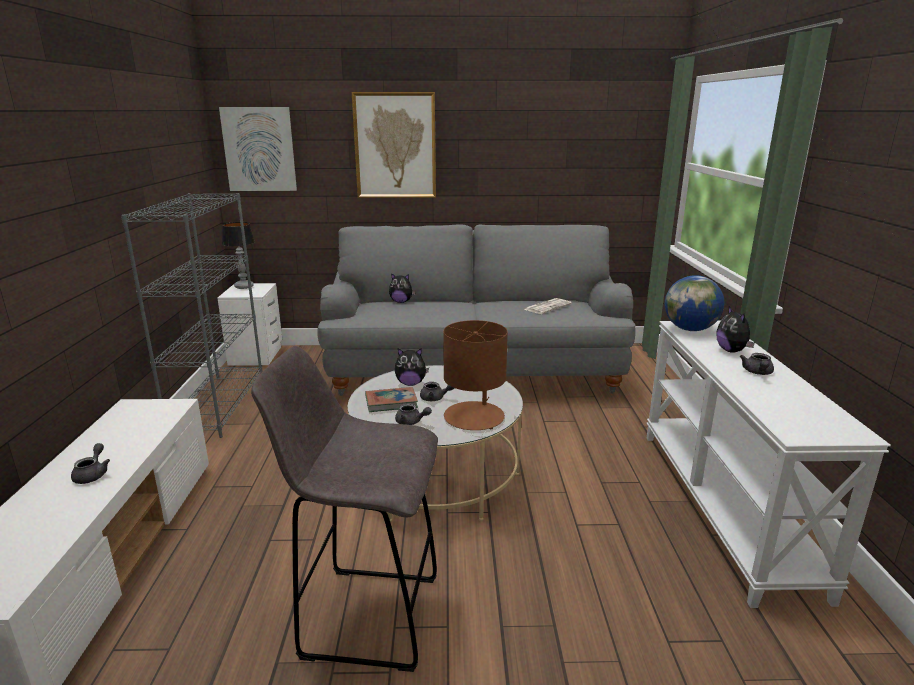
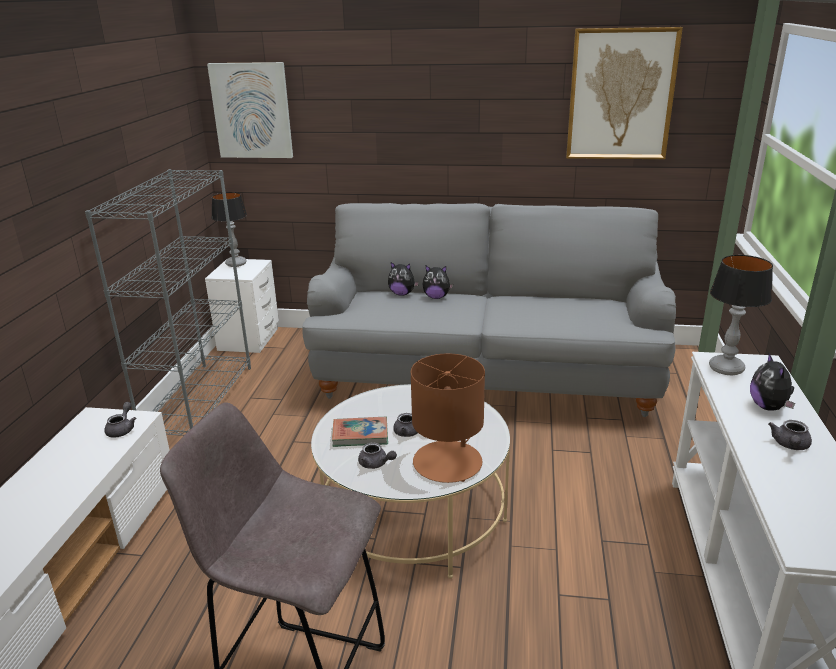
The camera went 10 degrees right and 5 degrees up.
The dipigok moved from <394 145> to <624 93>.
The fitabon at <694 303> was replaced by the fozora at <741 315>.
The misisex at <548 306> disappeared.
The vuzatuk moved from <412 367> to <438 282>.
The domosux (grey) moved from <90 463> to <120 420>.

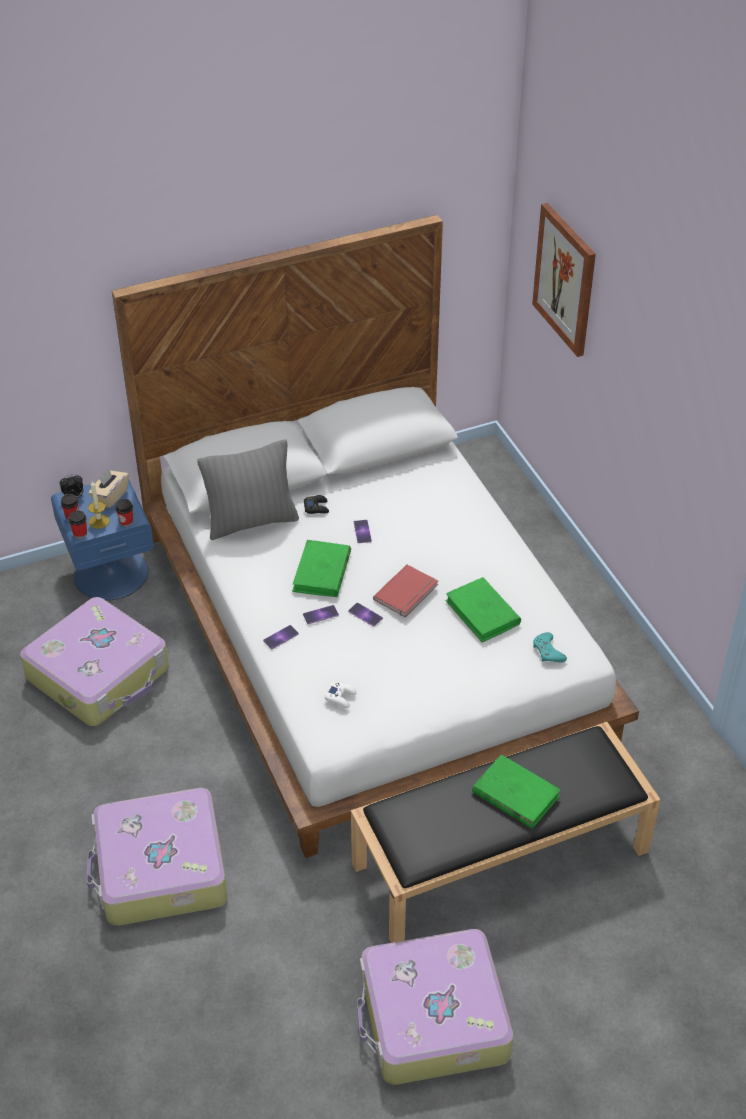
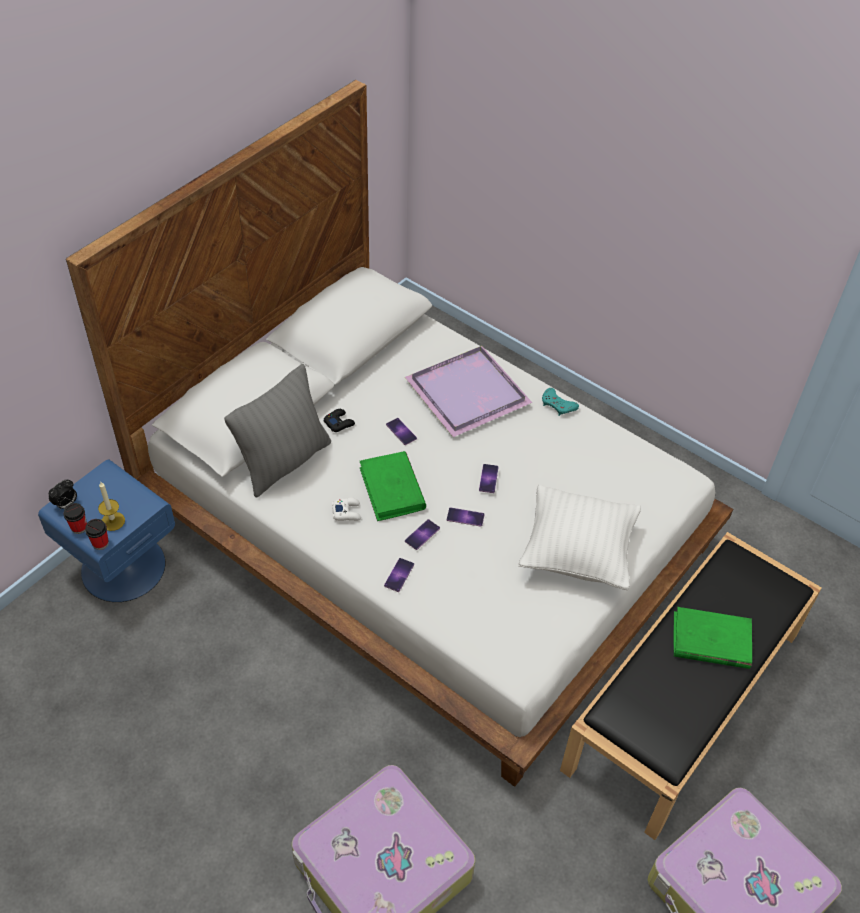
The camera went 30 degrees left and 5 degrees up.
The dipigok at <564 280> disappeared.
The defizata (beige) at <109 488> disappeared.
The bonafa at <124 513> disappeared.
The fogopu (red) at <405 591> was replaced by the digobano at <489 478>.
The fogopu (green) at <483 609> disappeared.
The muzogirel at <94 661> disappeared.
The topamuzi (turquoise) moved from <550 647> to <560 402>.
The topamuzi (white) moved from <340 695> to <346 509>.
The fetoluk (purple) at <468 391> appeared.
The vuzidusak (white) at <579 537> appeared.

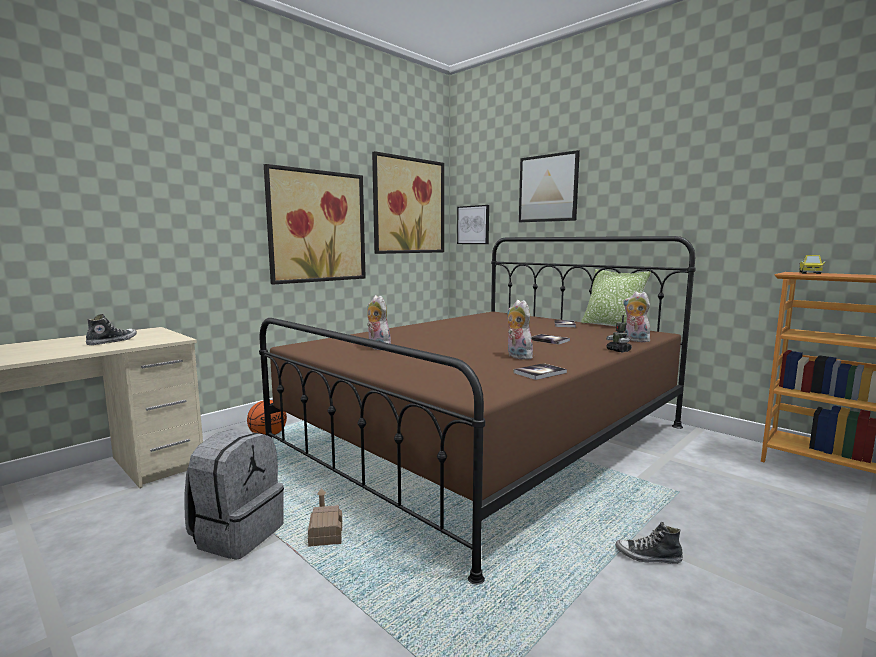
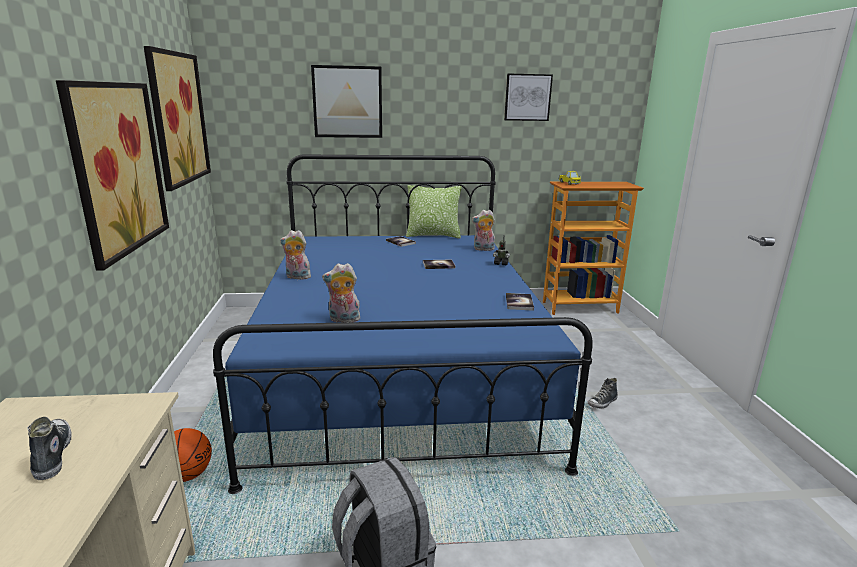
The camera went 50 degrees left and 10 degrees up.
The dipigok moved from <473 224> to <528 97>.
The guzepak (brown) at <477 410> became the guzepak (blue) at <403 324>.
The vuzatuk moved from <520 330> to <295 255>.
The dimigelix at <325 517> disappeared.

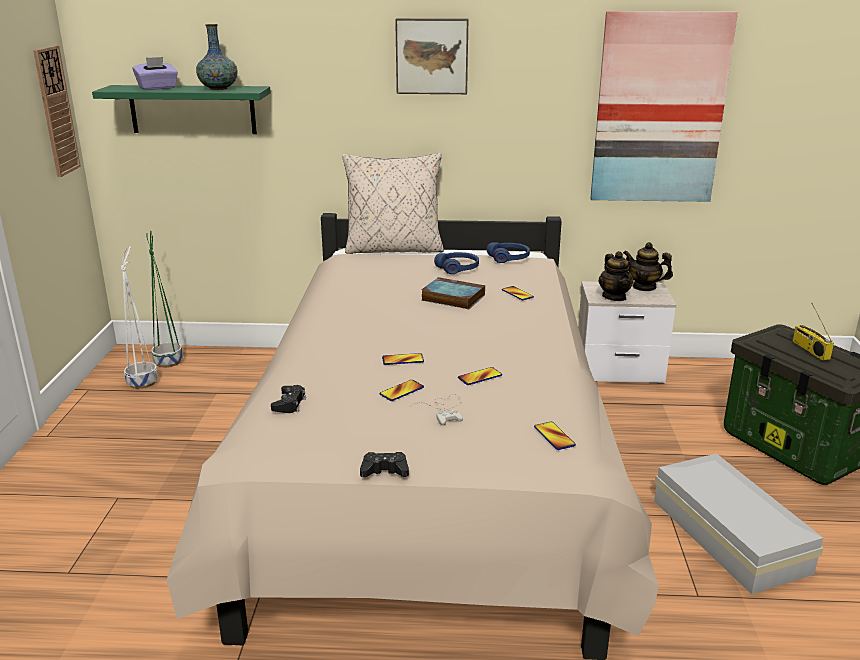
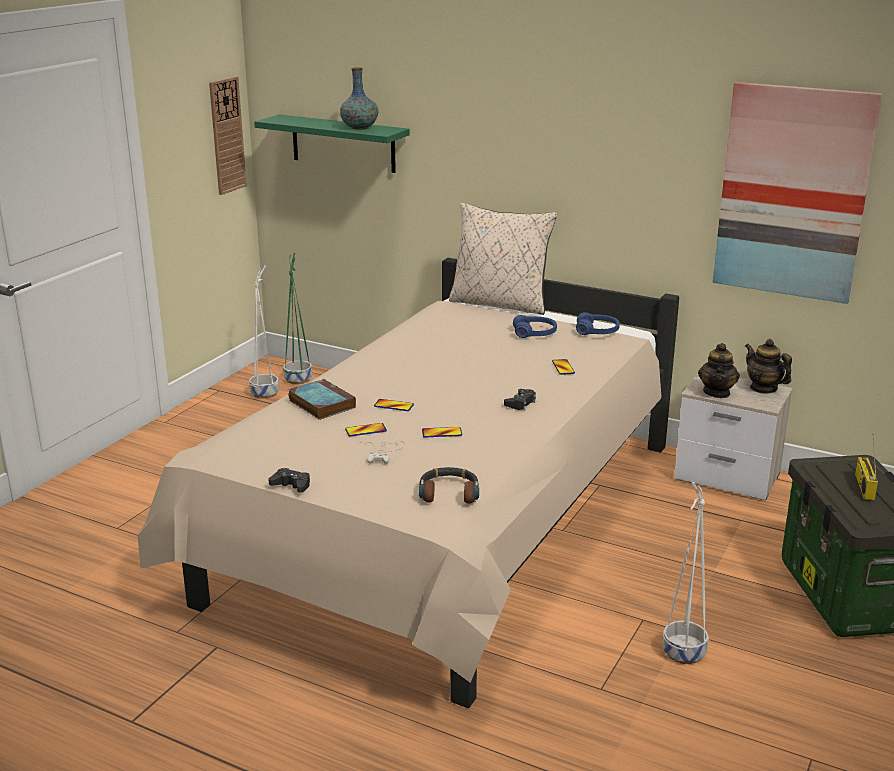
The camera went 25 degrees right and 0 degrees up.
The dipigok at <431 56> disappeared.
The defizata (purple) at <155 73> disappeared.
The fogopu moved from <453 293> to <322 399>.
The topamuzi (black) moved from <288 399> to <520 399>.
The digobano at <555 436> was replaced by the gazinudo at <449 485>.
The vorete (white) at <739 523> was replaced by the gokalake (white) at <685 573>.

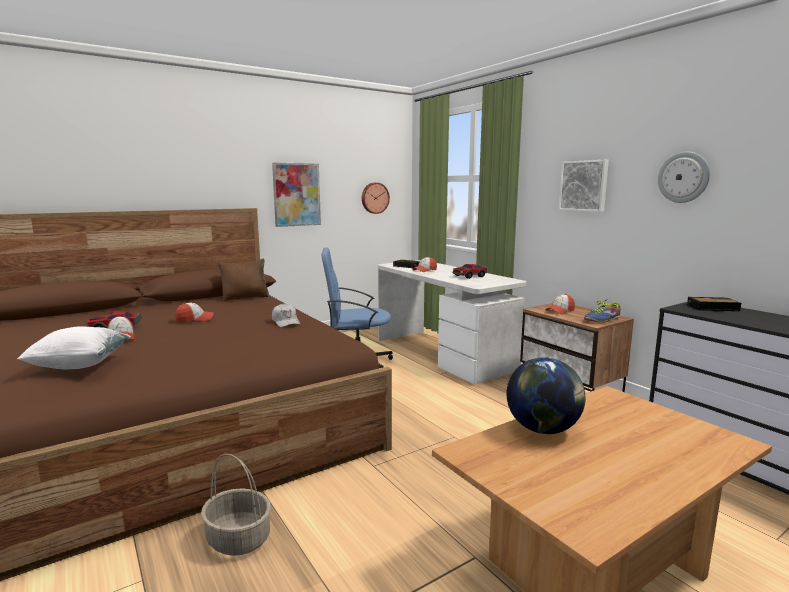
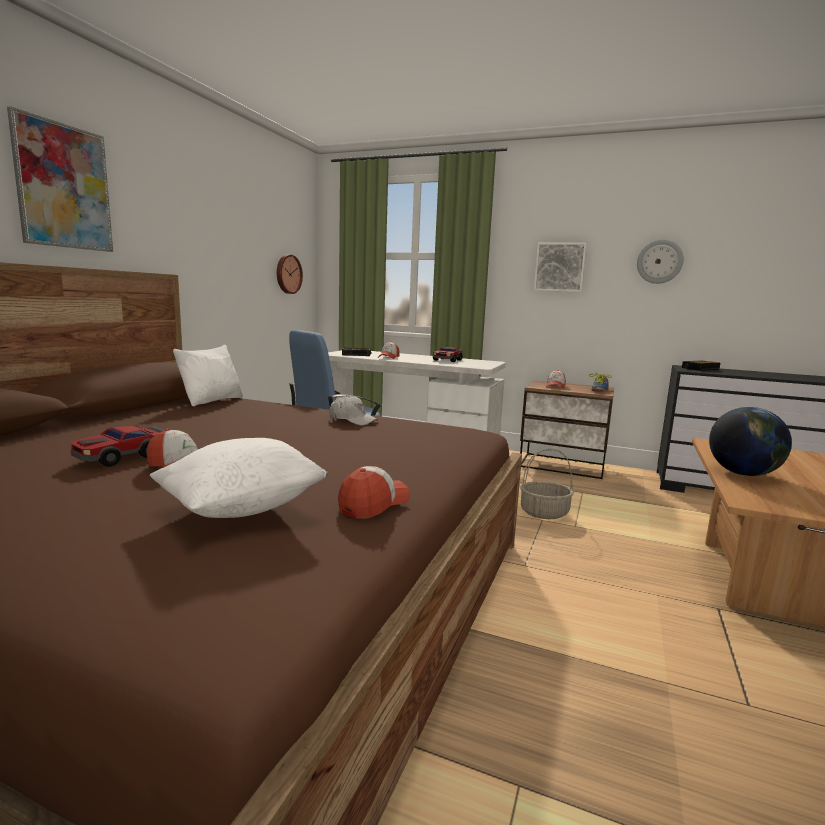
The camera went 35 degrees left and 0 degrees up.
The dipigok moved from <296 194> to <60 179>.
The vuzidusak (brown) at <243 280> became the vuzidusak (white) at <208 375>.
The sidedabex moved from <194 313> to <374 492>.
The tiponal moved from <236 505> to <547 483>.

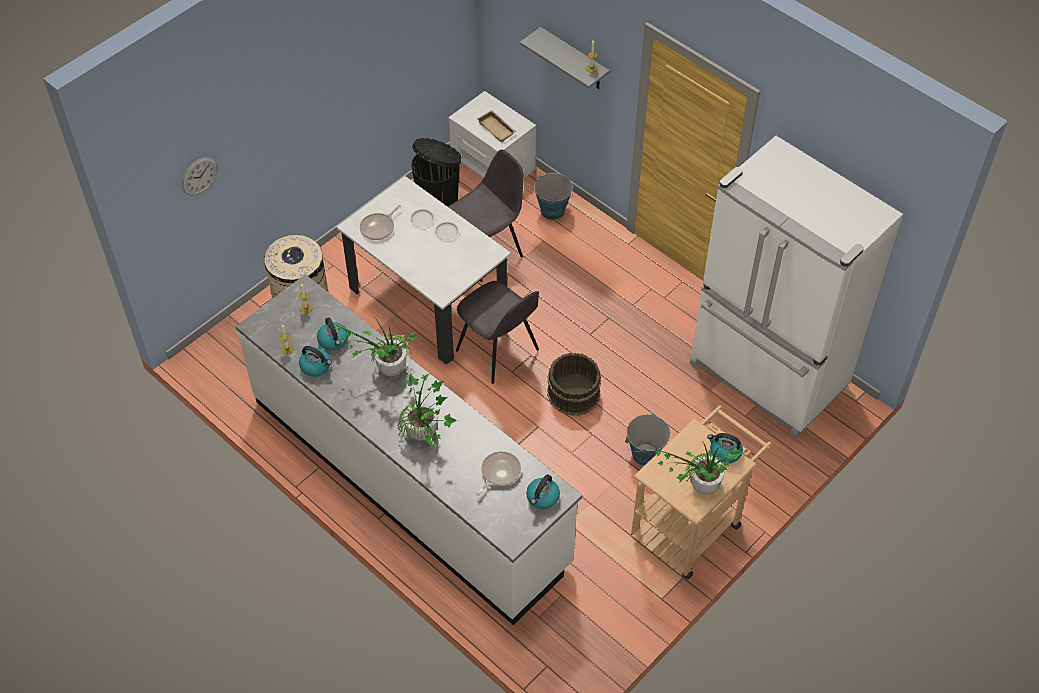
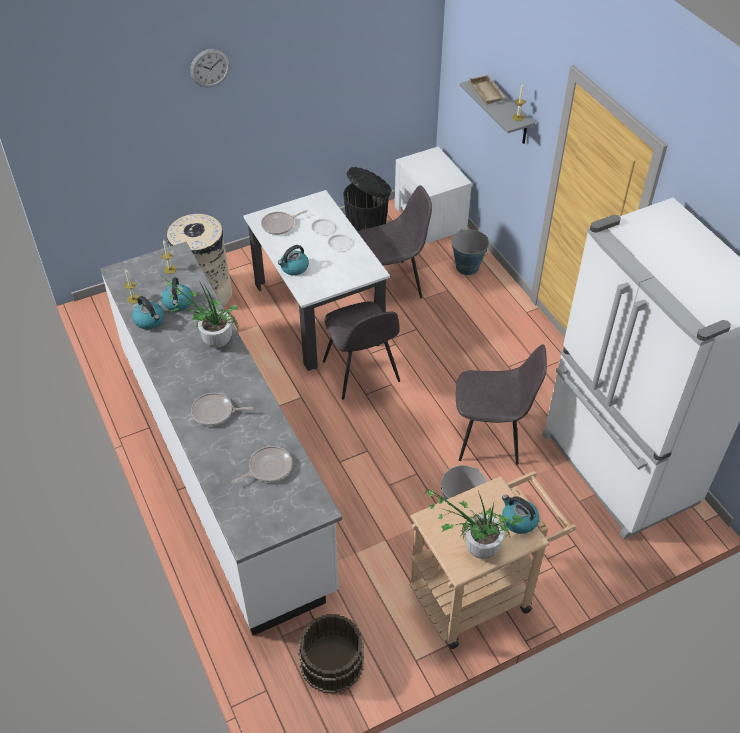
The camera went 20 degrees right and 5 degrees down.
The fetoluk (beige) moved from <496 126> to <487 90>.
The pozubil moved from <199 176> to <210 68>.
The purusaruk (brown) moved from <574 384> to <331 654>.
The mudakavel at <427 410> was replaced by the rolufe at <222 409>.
The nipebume moved from <543 491> to <293 260>.
The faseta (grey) at <501 404> appeared.

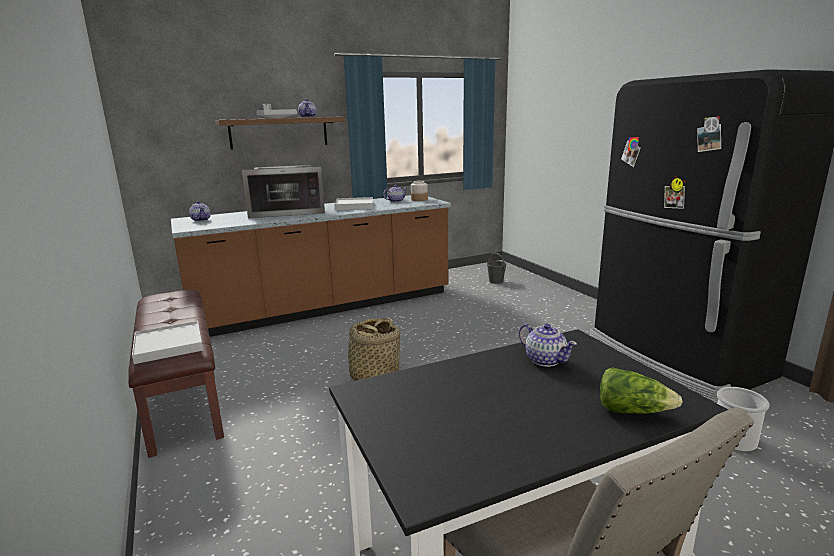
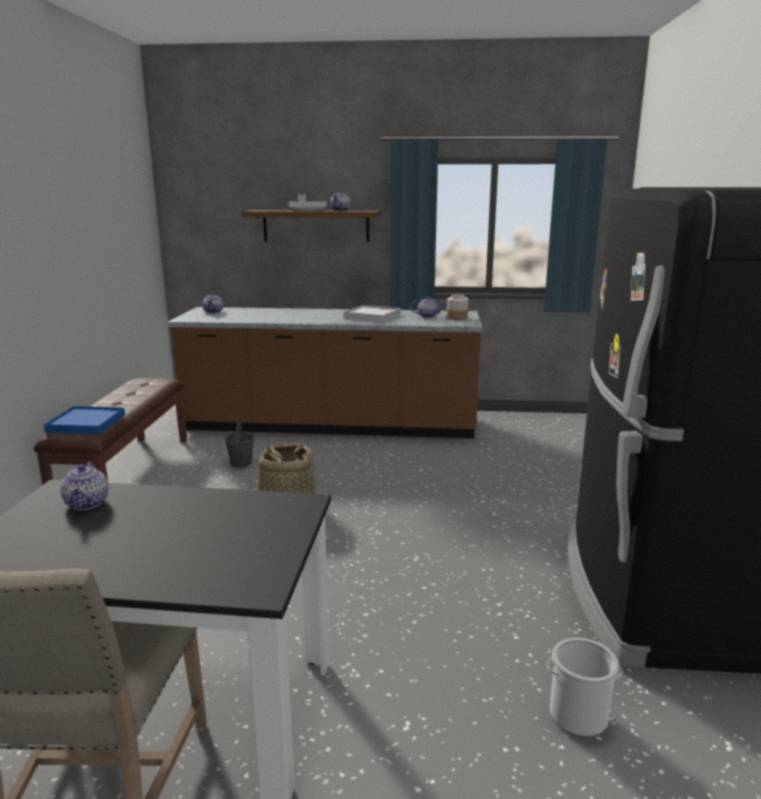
The camera went 30 degrees right and 0 degrees up.
The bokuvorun at <283 191> disappeared.
The purusaruk (grey) moved from <497 268> to <239 444>.
The fetoluk (white) at <167 342> became the fetoluk (blue) at <84 420>.
The domosux moved from <548 345> to <85 486>.
The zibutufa at <641 390> disappeared.

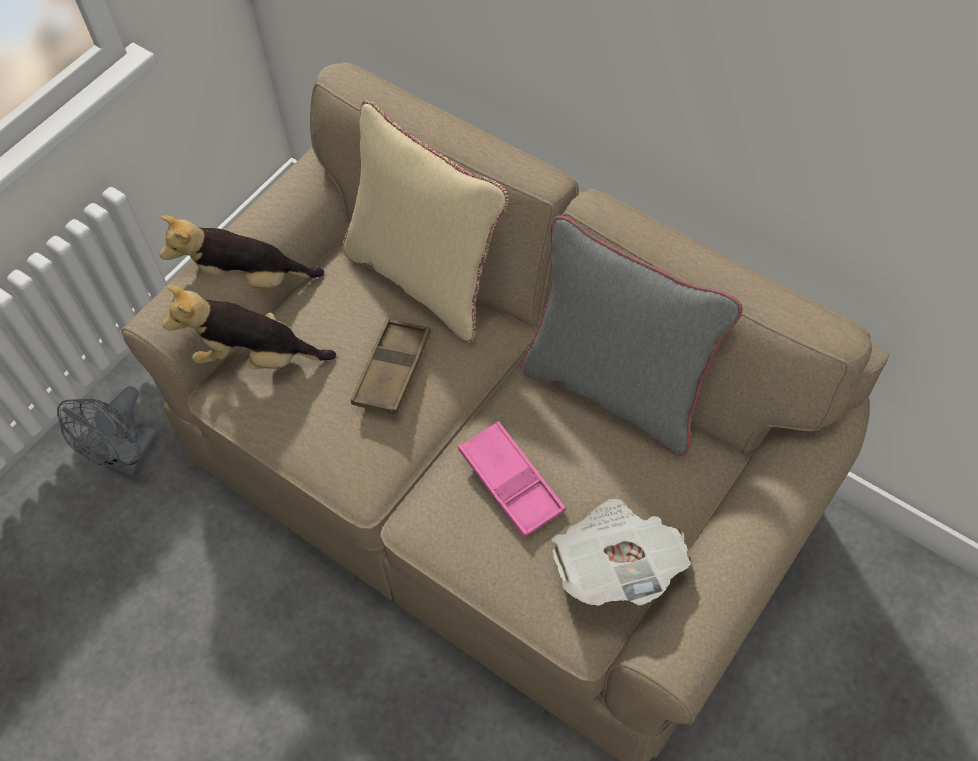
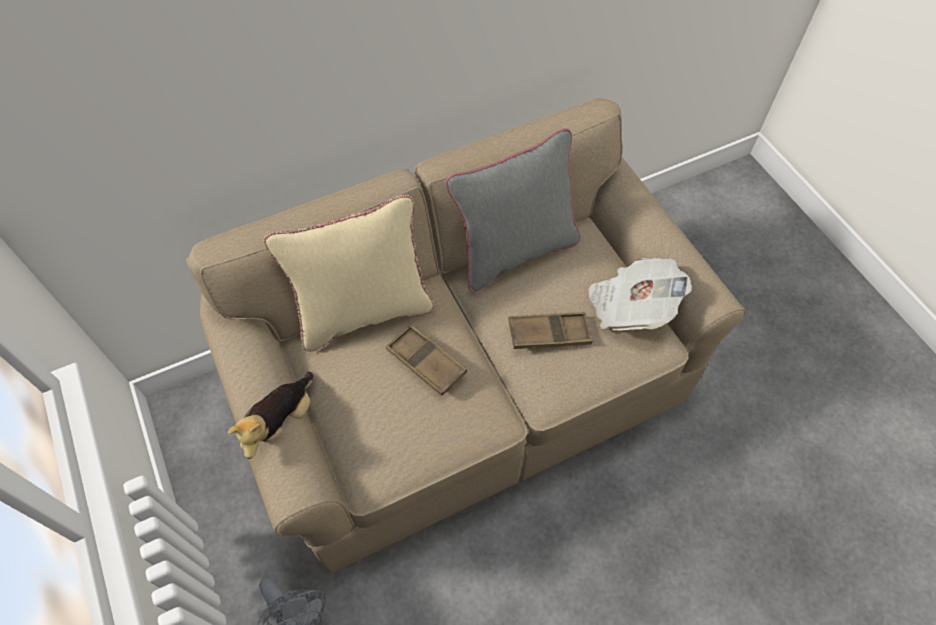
The camera went 65 degrees left and 0 degrees up.
The vuzatuk at <249 327> disappeared.
The fetoluk (pink) at <511 479> became the fetoluk (brown) at <550 330>.

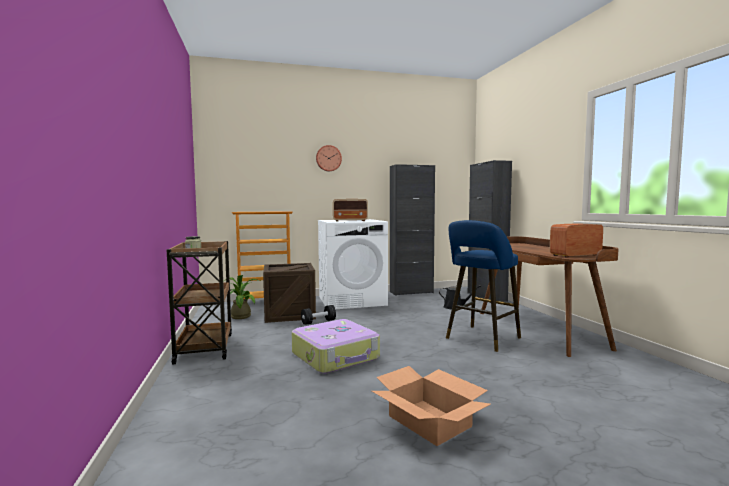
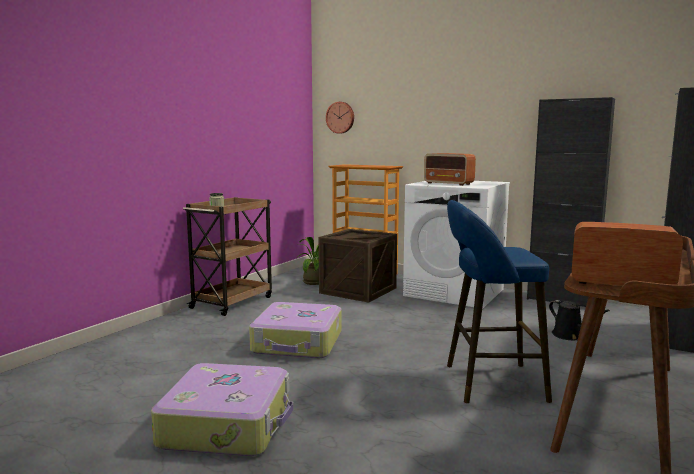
The camera went 45 degrees right and 5 degrees up.
The pozubil moved from <329 158> to <340 118>.
The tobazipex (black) at <318 315> disappeared.
The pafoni at <431 406> was replaced by the muzogirel at <222 409>.

